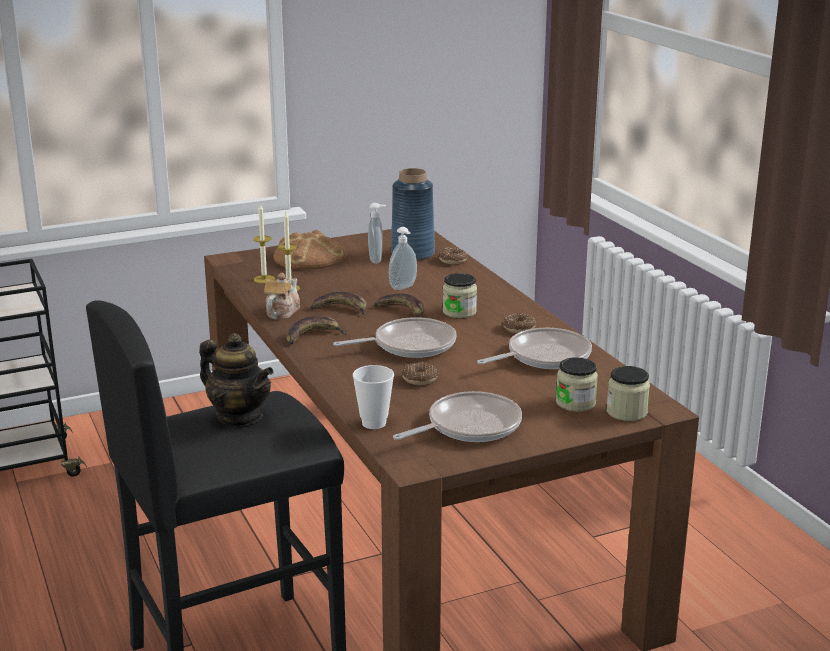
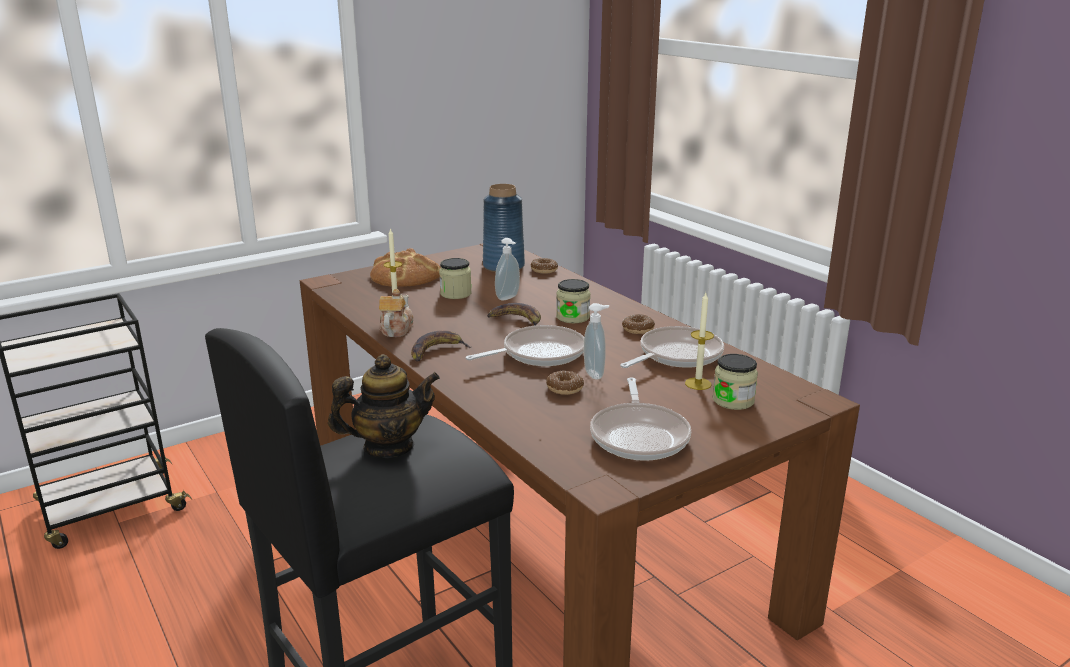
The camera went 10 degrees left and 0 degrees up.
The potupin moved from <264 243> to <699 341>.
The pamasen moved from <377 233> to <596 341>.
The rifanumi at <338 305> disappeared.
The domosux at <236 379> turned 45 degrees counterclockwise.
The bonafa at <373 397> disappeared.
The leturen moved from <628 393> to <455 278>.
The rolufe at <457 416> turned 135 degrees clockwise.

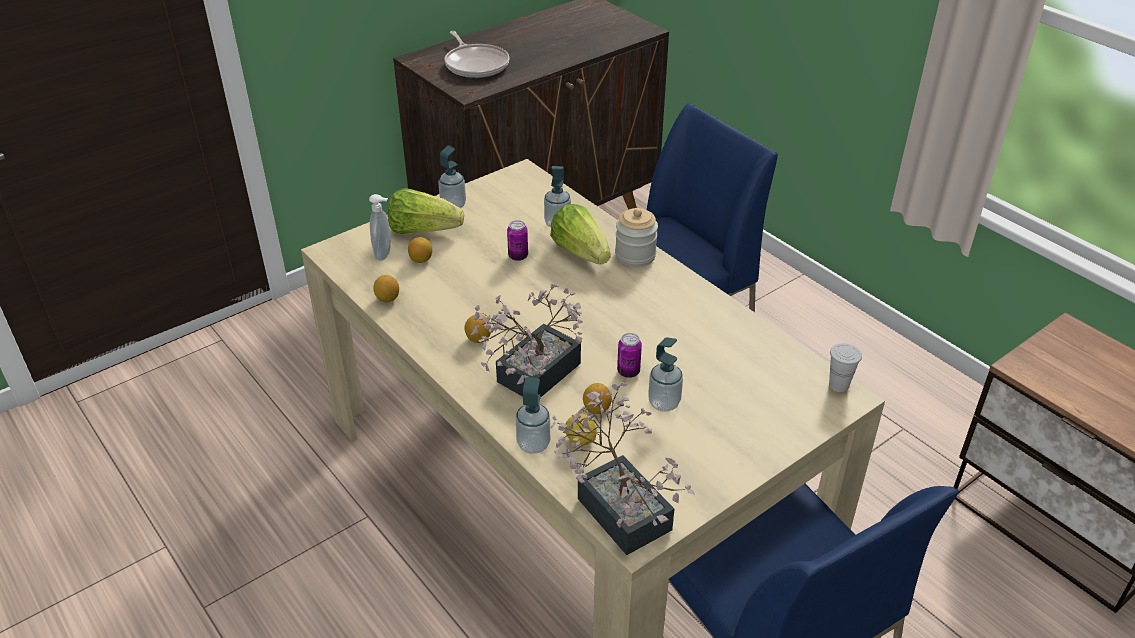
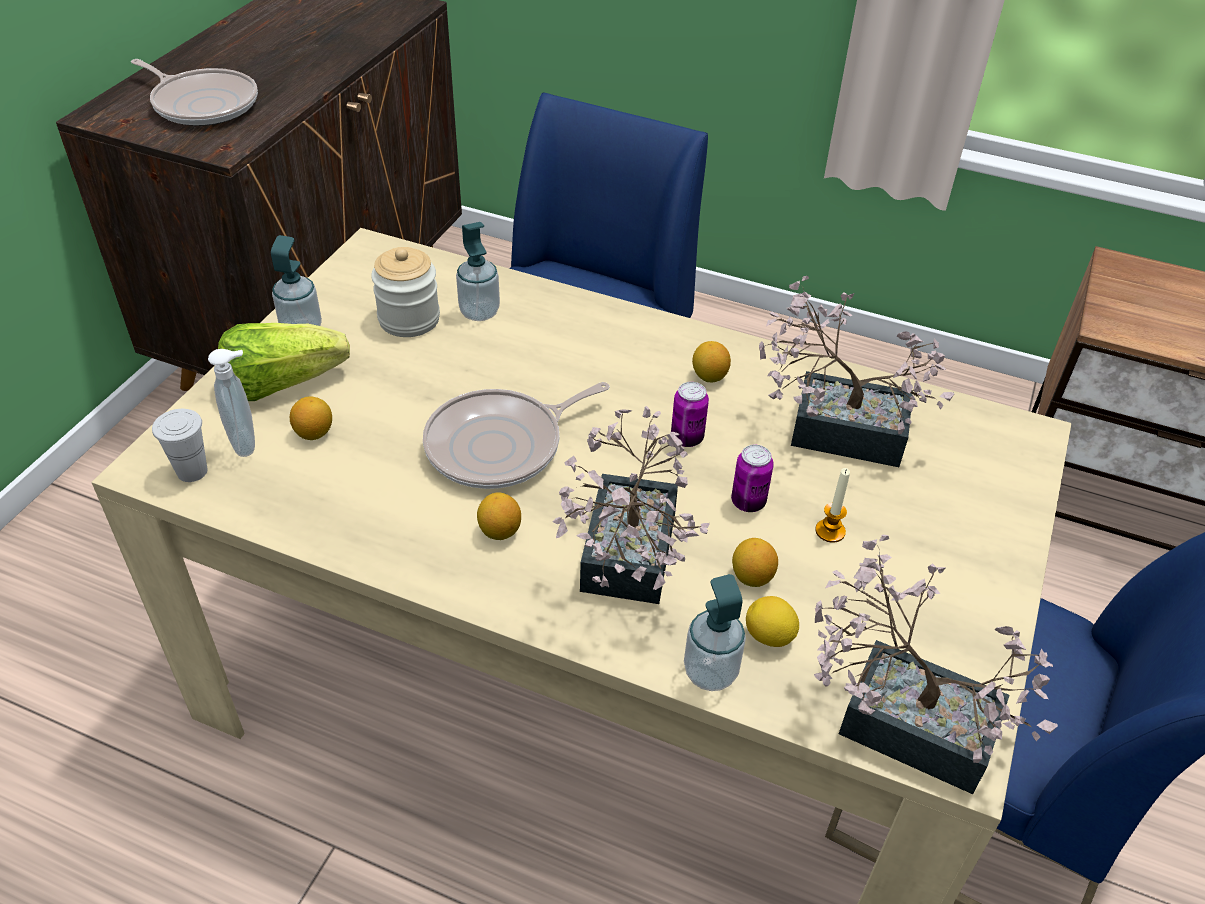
The camera went 30 degrees left and 5 degrees up.
The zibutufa at <580 234> disappeared.
The leturen moved from <636 237> to <405 292>.
The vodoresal moved from <517 240> to <690 414>.
The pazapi moved from <386 289> to <711 361>.
The pamasen at <665 374> was replaced by the potupin at <832 505>.
The bonafa (white) moved from <845 367> to <179 445>.
The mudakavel at <856 371> appeared.
The rolufe at <516 435> appeared.

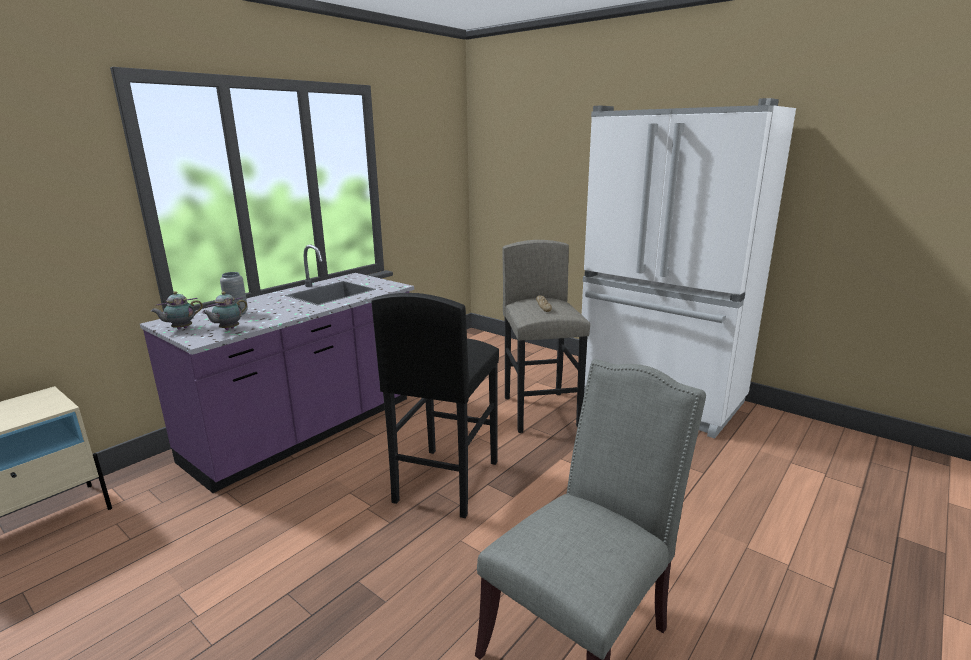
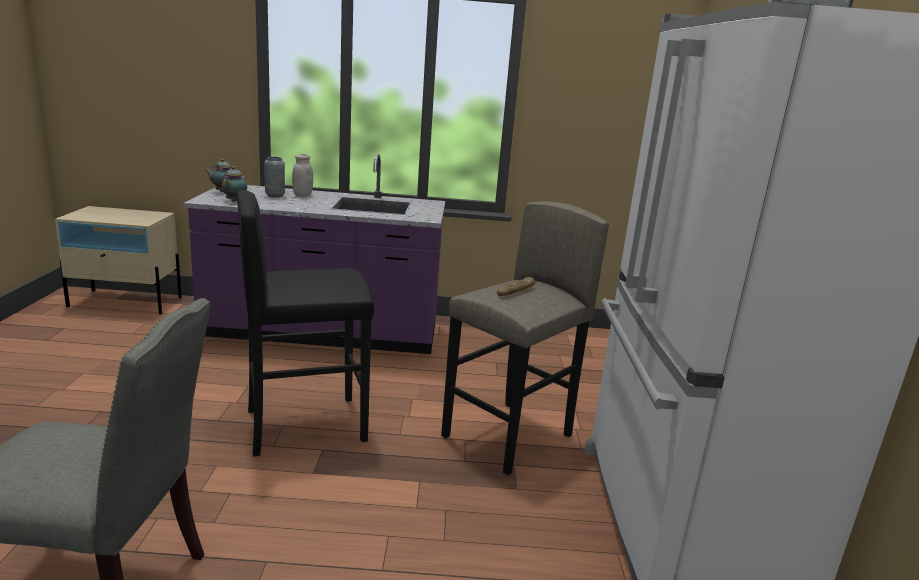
The camera went 50 degrees right and 0 degrees up.
The domosux at <224 311> turned 105 degrees clockwise.
The leturen (white) at <302 175> appeared.

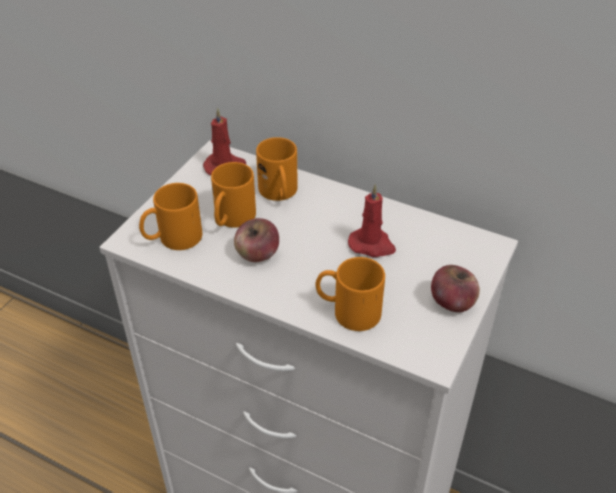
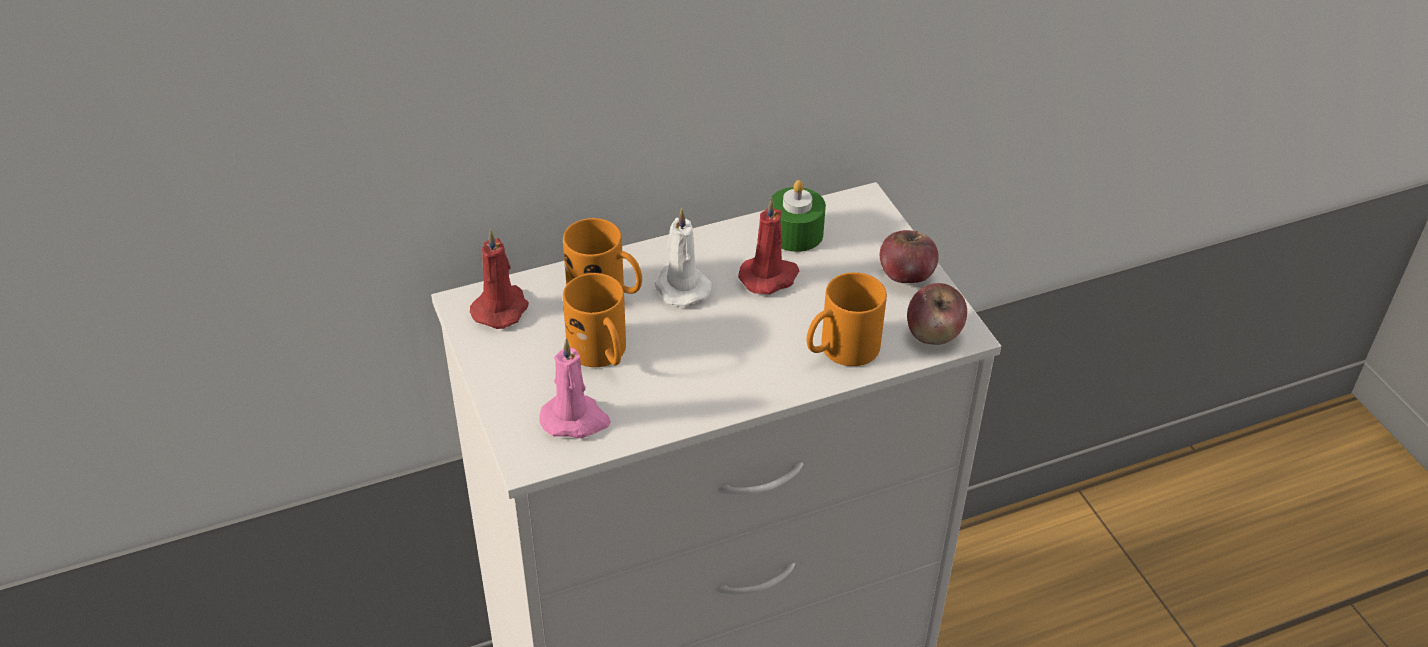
The camera went 50 degrees left and 0 degrees up.
The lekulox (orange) at <170 216> was replaced by the potupin (pink) at <575 388>.
The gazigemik moved from <256 240> to <937 314>.
The potupin (green) at <797 216> appeared.
The potupin (white) at <683 257> appeared.

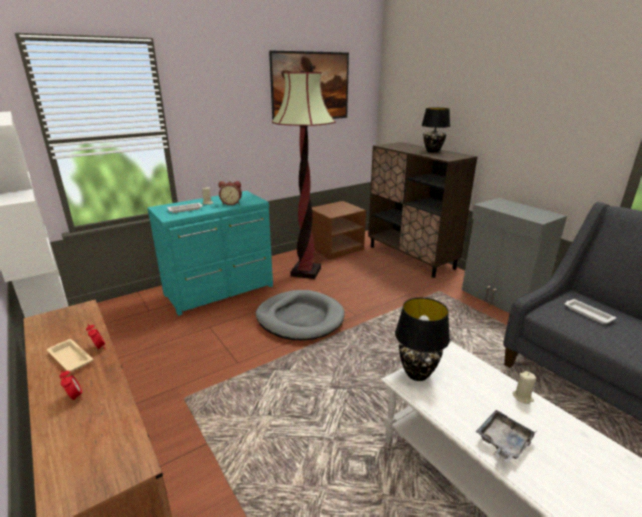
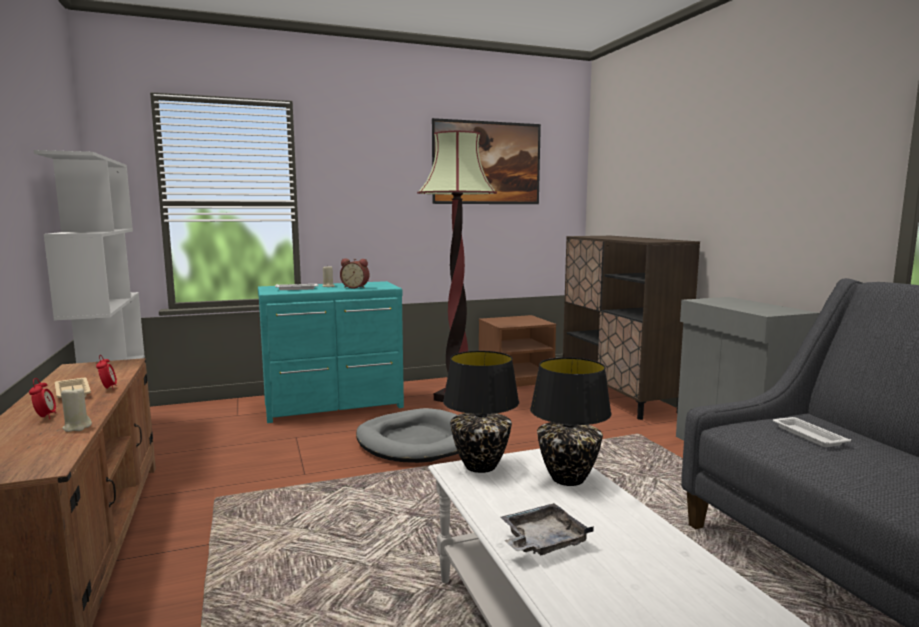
The camera went 15 degrees right and 15 degrees down.
The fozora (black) moved from <435 130> to <571 421>.
The potupin (beige) moved from <524 387> to <76 409>.

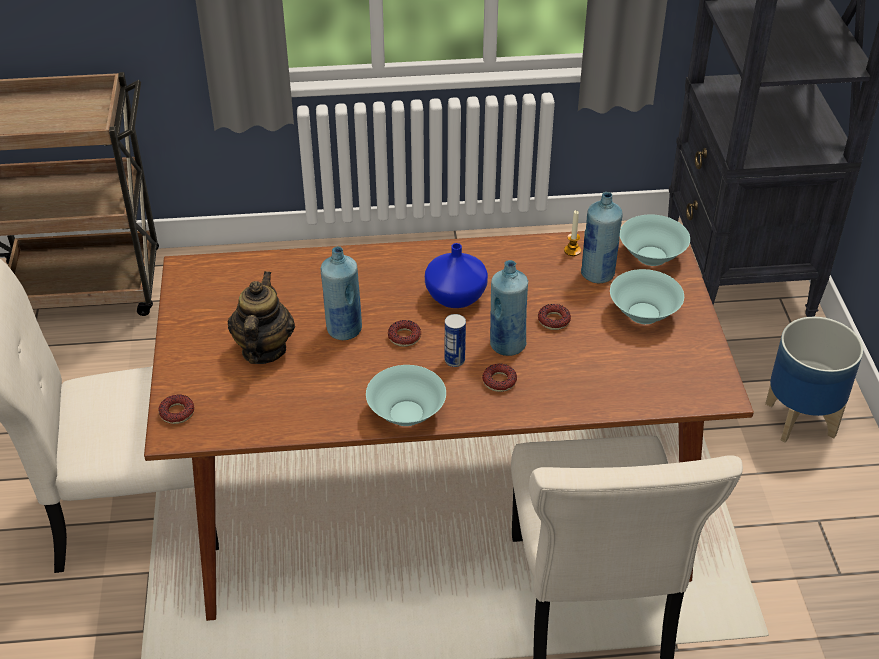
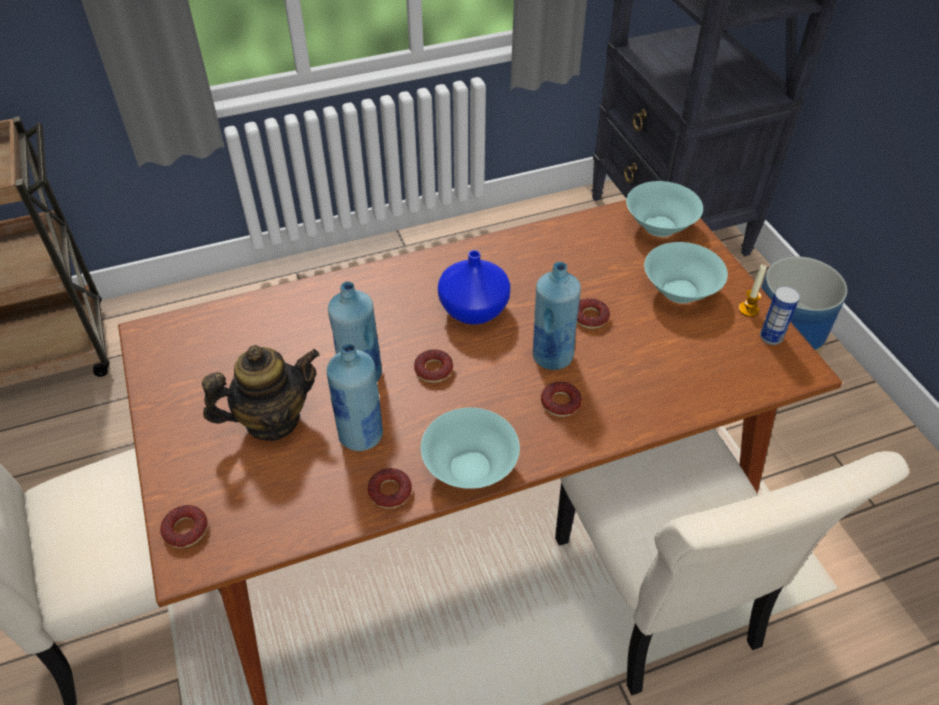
The camera went 15 degrees left and 5 degrees up.
The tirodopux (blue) moved from <602 238> to <355 397>.
The potupin moved from <572 233> to <752 291>.
The domosux at <261 317> turned 75 degrees clockwise.
The vodoresal moved from <455 340> to <780 315>.
The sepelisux at <390 488> appeared.

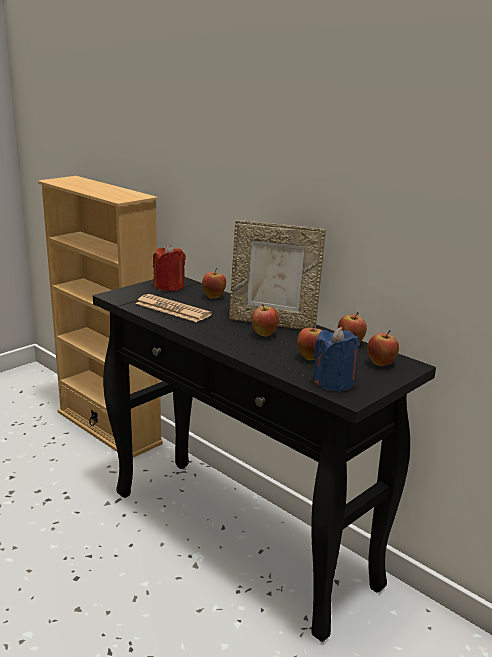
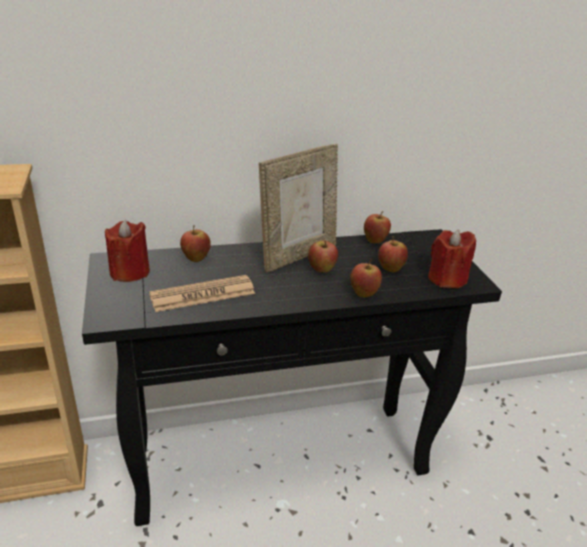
The camera went 60 degrees left and 10 degrees up.
The potupin (blue) at <336 359> became the potupin (red) at <452 258>.
The gazigemik moved from <383 348> to <366 278>.

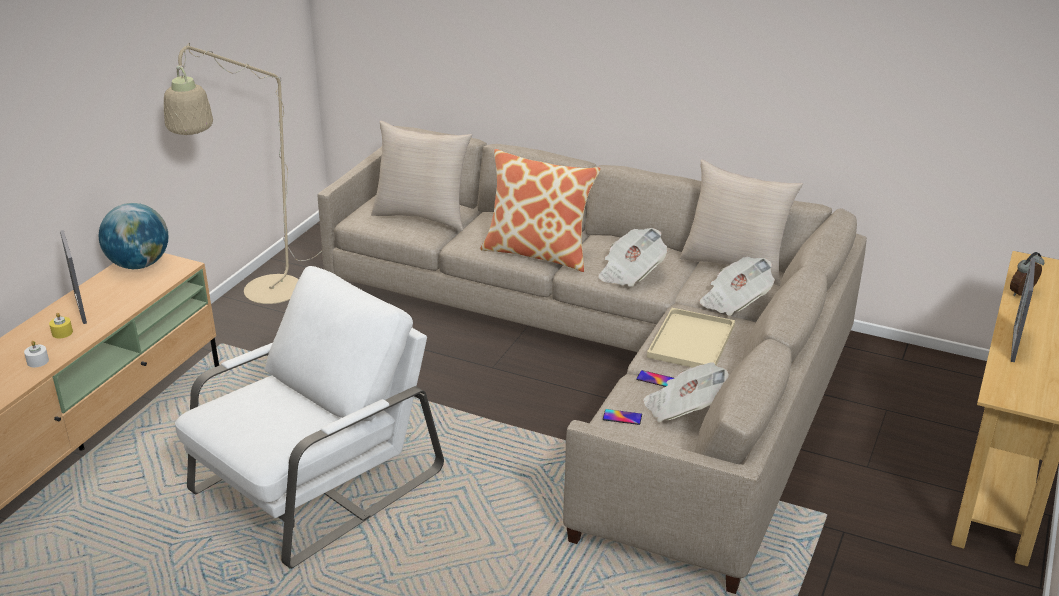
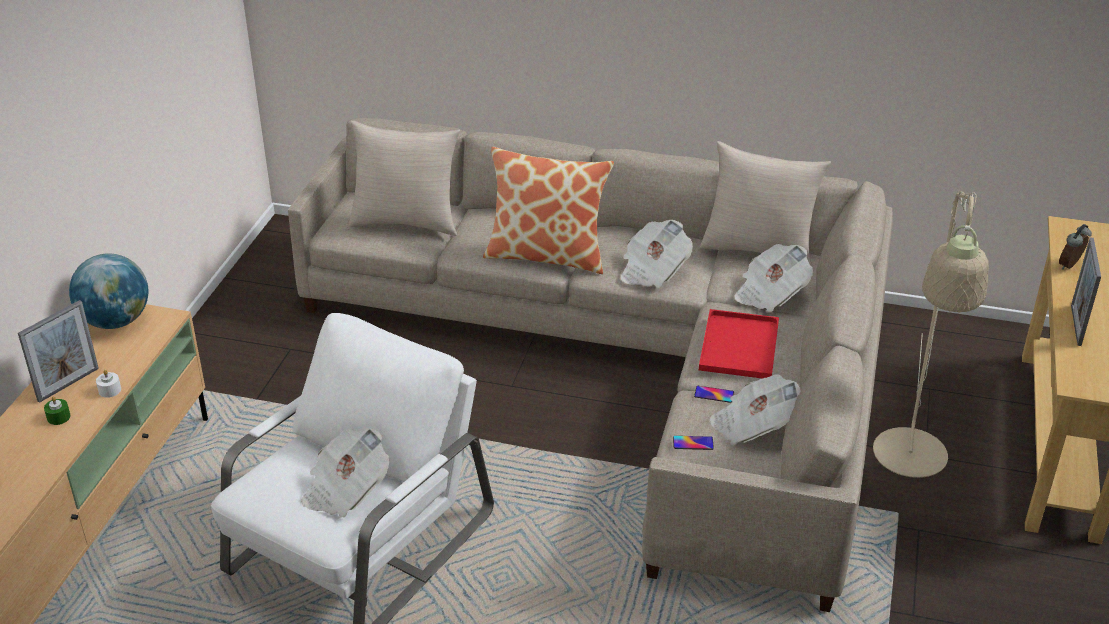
The camera went 10 degrees left and 5 degrees up.
The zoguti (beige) moved from <243 173> to <931 334>.
The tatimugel at <73 277> turned 105 degrees counterclockwise.
The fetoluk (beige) at <691 338> became the fetoluk (red) at <739 343>.
The potupin (yellow) at <61 325> became the potupin (green) at <57 411>.
The potupin (white) moved from <36 354> to <108 384>.
The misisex at <345 473> appeared.

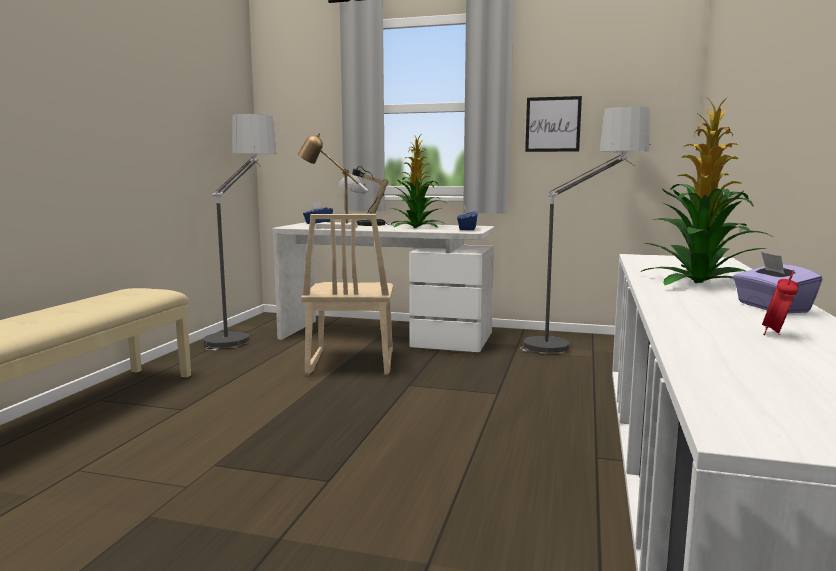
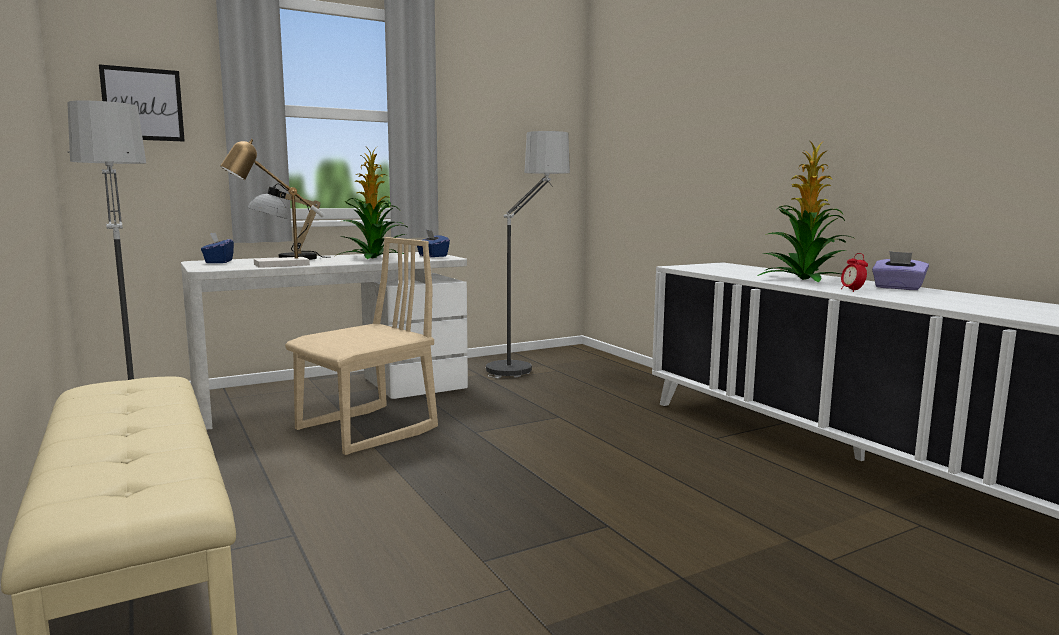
The camera went 45 degrees left and 0 degrees up.
The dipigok moved from <553 124> to <142 103>.
The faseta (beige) at <347 294> turned 90 degrees counterclockwise.
The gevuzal moved from <780 302> to <854 272>.

